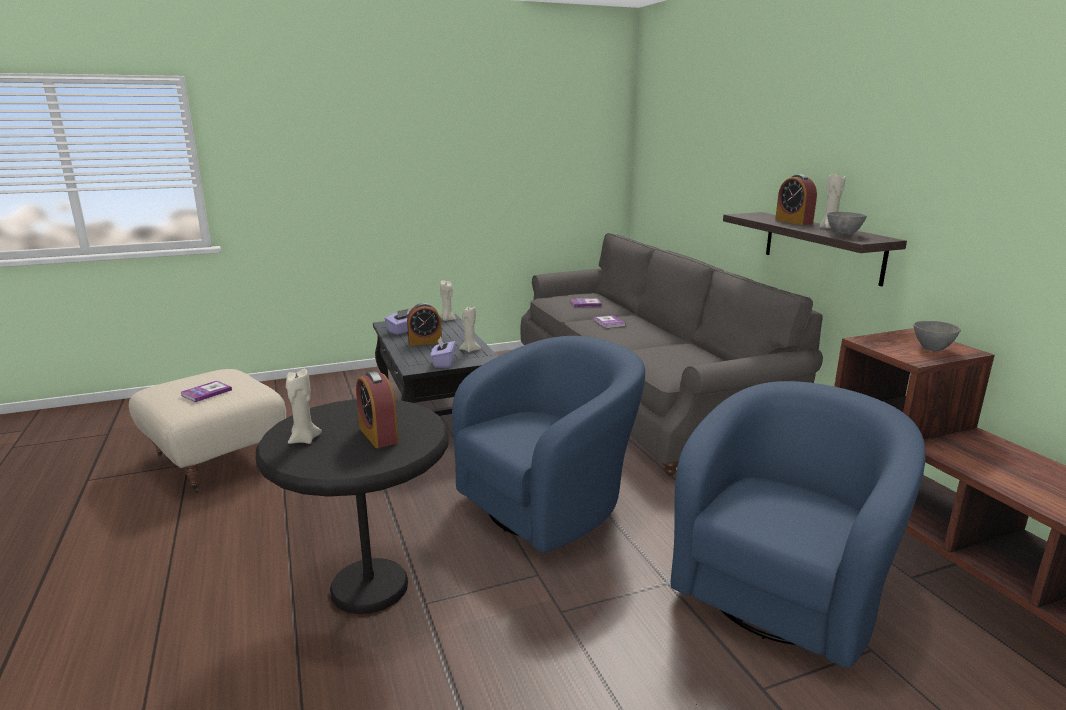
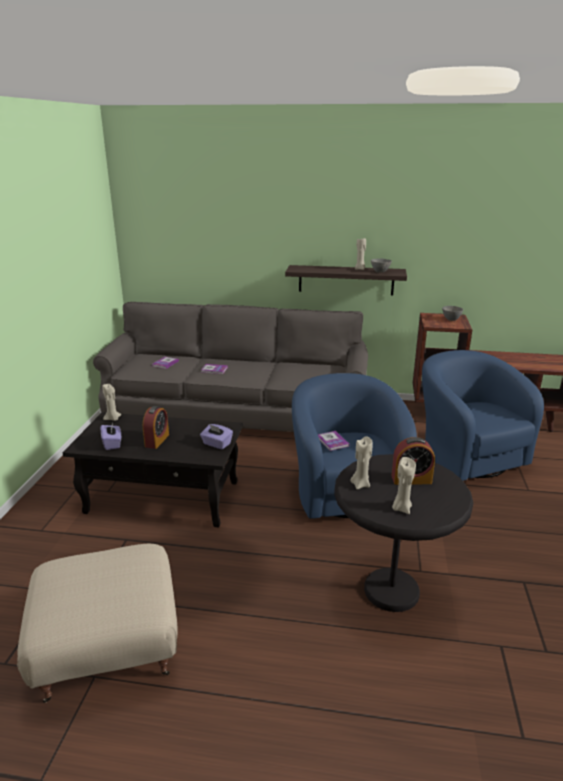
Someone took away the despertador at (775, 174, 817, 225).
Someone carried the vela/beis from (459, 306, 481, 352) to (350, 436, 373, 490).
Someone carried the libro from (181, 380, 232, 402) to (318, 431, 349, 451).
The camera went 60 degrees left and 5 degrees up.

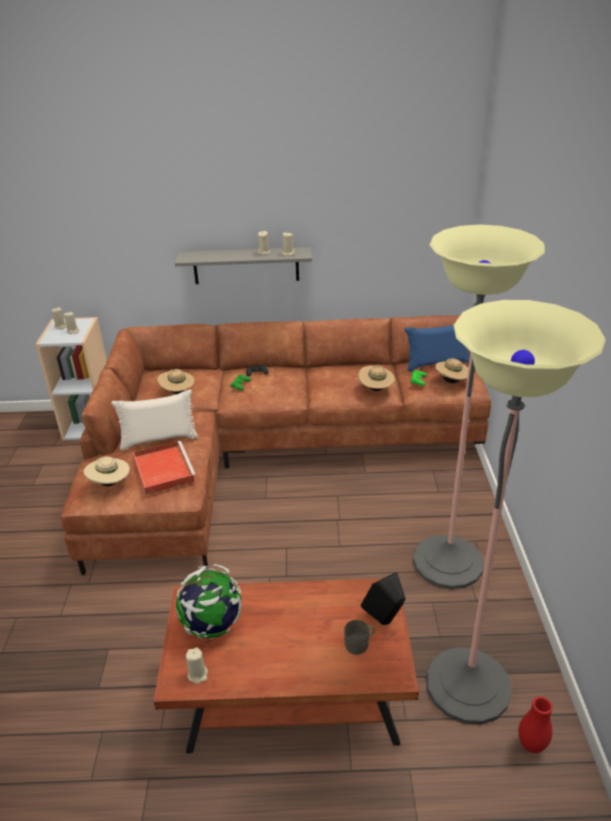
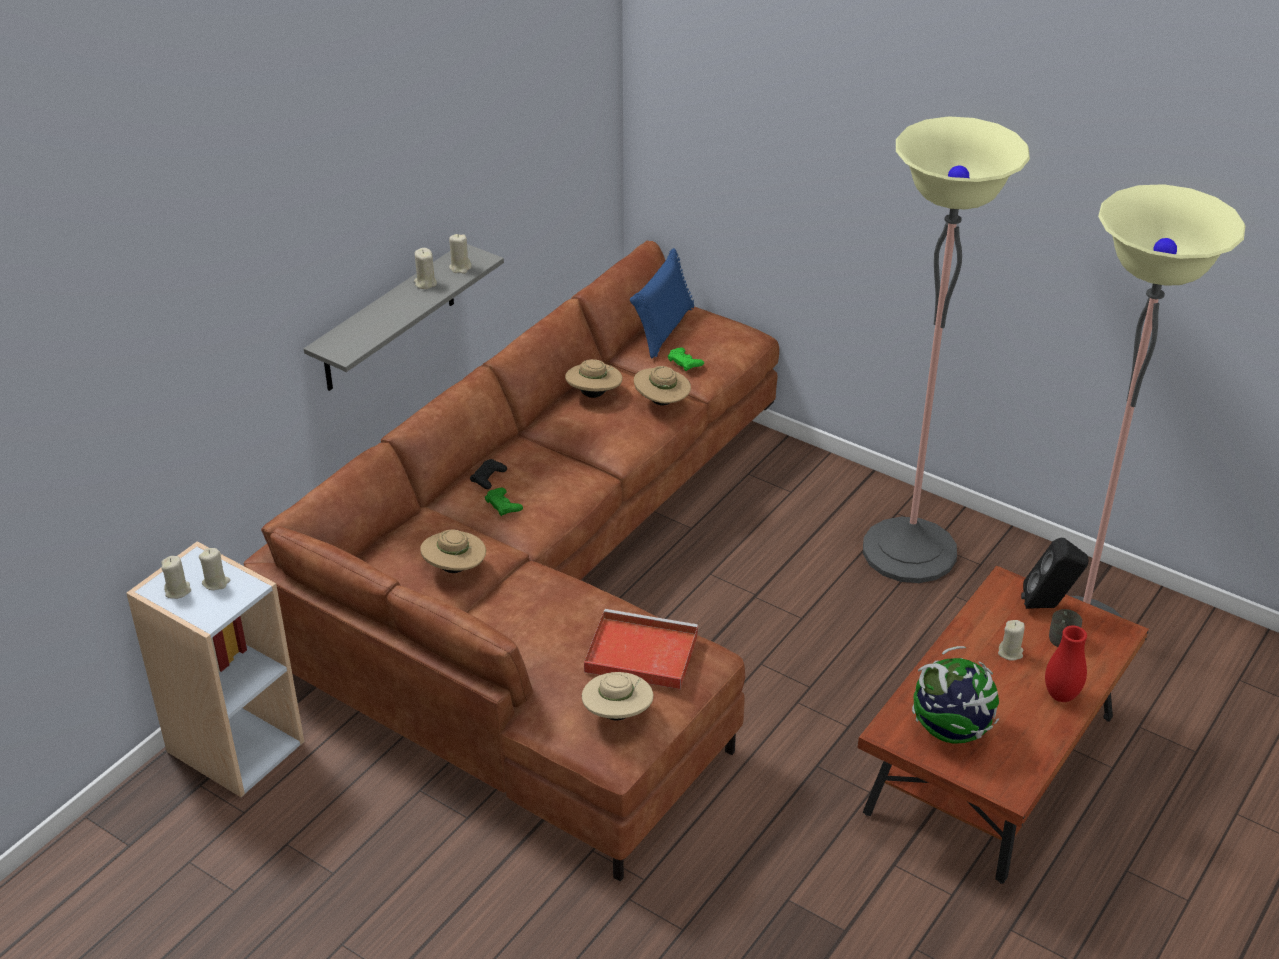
Someone carried the sombrero/beis from (435, 358, 468, 383) to (565, 359, 622, 398).
Someone took away the cojín/blanco at (111, 389, 198, 451).
Someone carried the vela/beis from (186, 647, 208, 684) to (998, 620, 1025, 661).
Someone carried the florero/rojo from (518, 697, 553, 753) to (1045, 625, 1087, 702).
The camera went 55 degrees left and 5 degrees up.

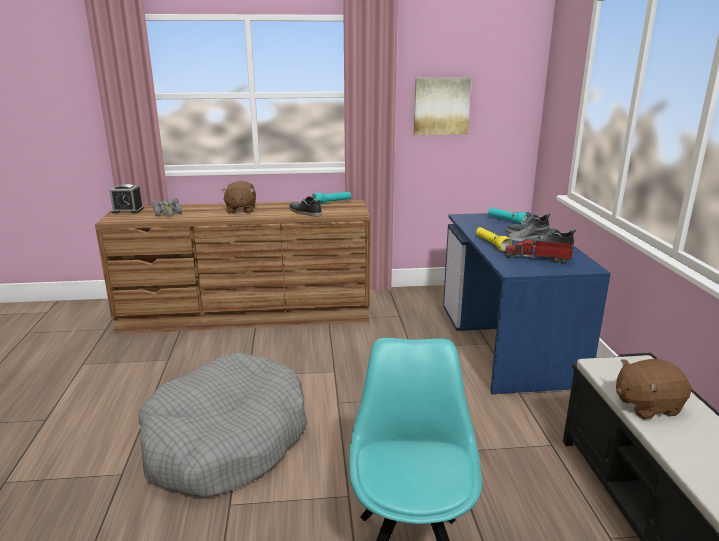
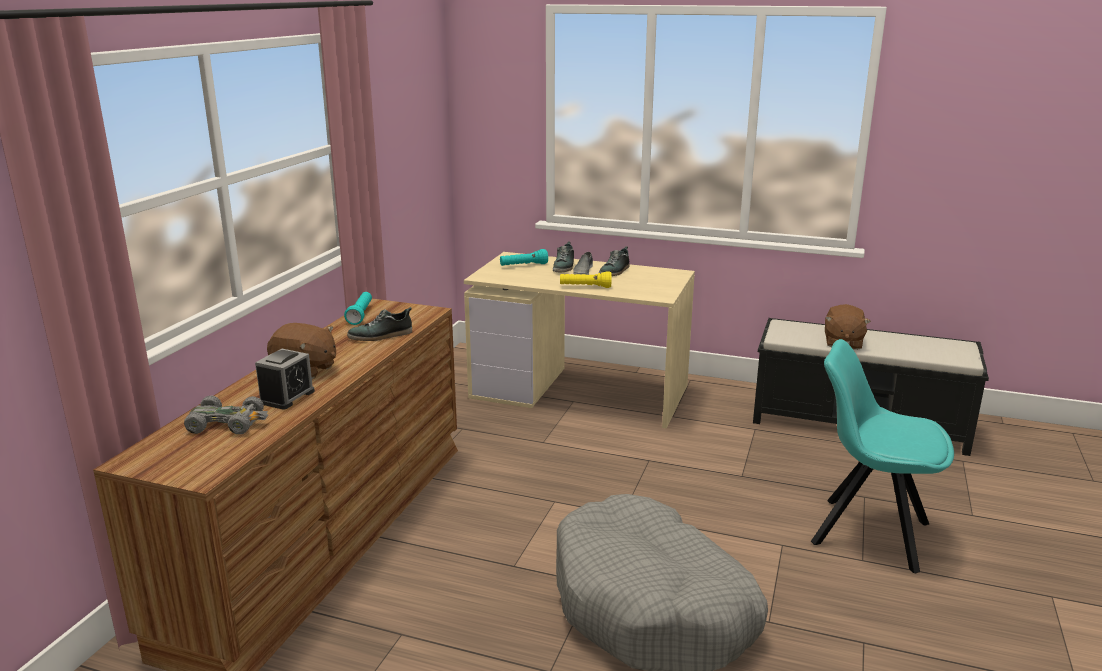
Someone took away the cuadro at (414, 77, 471, 135).
Someone carried the despertador from (110, 184, 144, 213) to (255, 349, 315, 410).
Someone repainted the escritorio/azul at (443, 212, 611, 395), which became the escritorio/beis at (464, 252, 695, 429).
Someone took away the camión de juguete at (505, 239, 573, 264).
The camera went 65 degrees left and 0 degrees up.

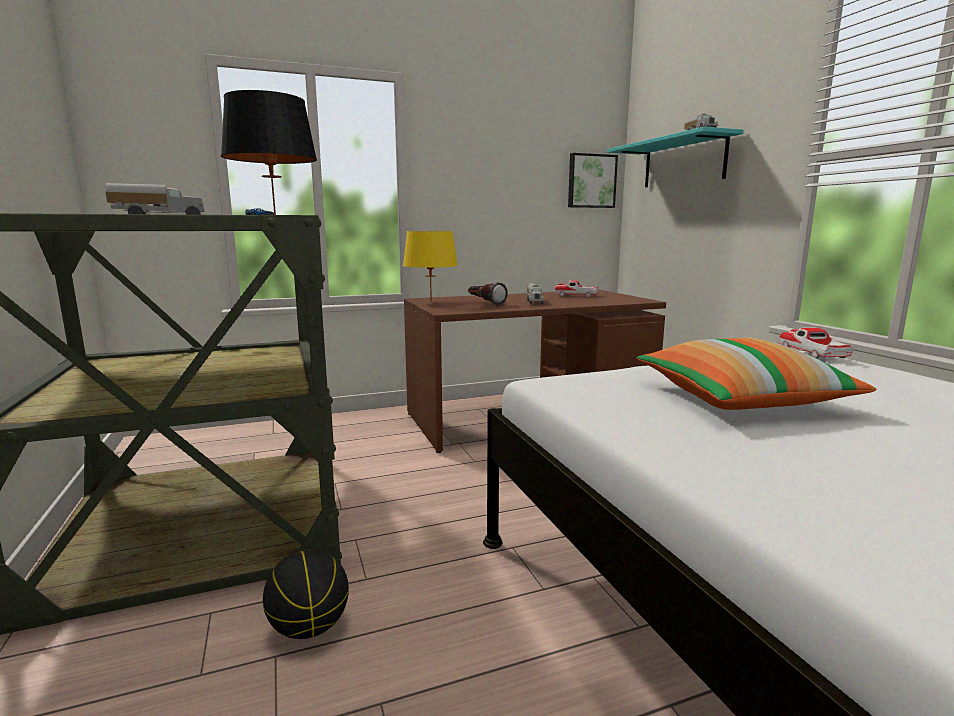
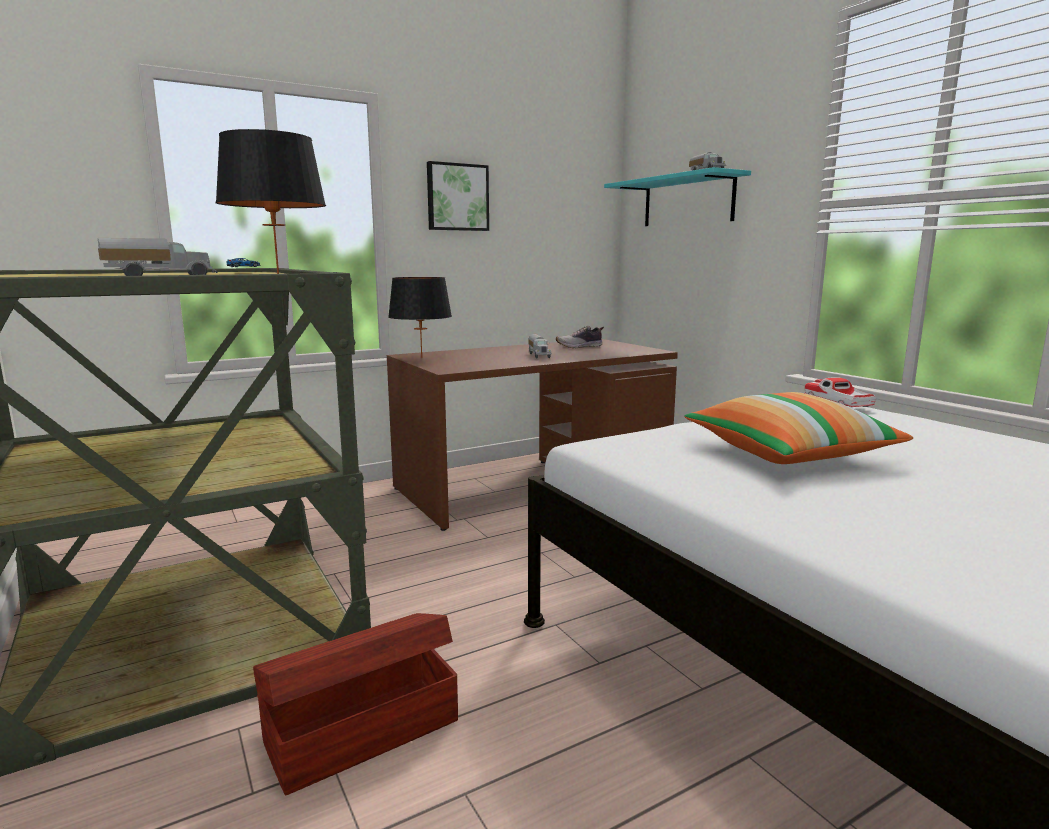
Someone carried the cuadro from (568, 153, 618, 208) to (427, 161, 489, 231).
Someone repainted the lámpara de mesa/amarillo at (403, 231, 458, 302), which became the lámpara de mesa/negro at (388, 277, 452, 358).
Someone swapped the coche de juguete at (555, 280, 599, 298) for the zapato at (556, 326, 604, 348).
Someone took away the linterna at (468, 282, 508, 305).
Someone swapped the balón de baloncesto at (263, 550, 349, 639) for the caja de almacenaje/marrón at (253, 613, 458, 796).
The camera went 10 degrees left and 0 degrees up.

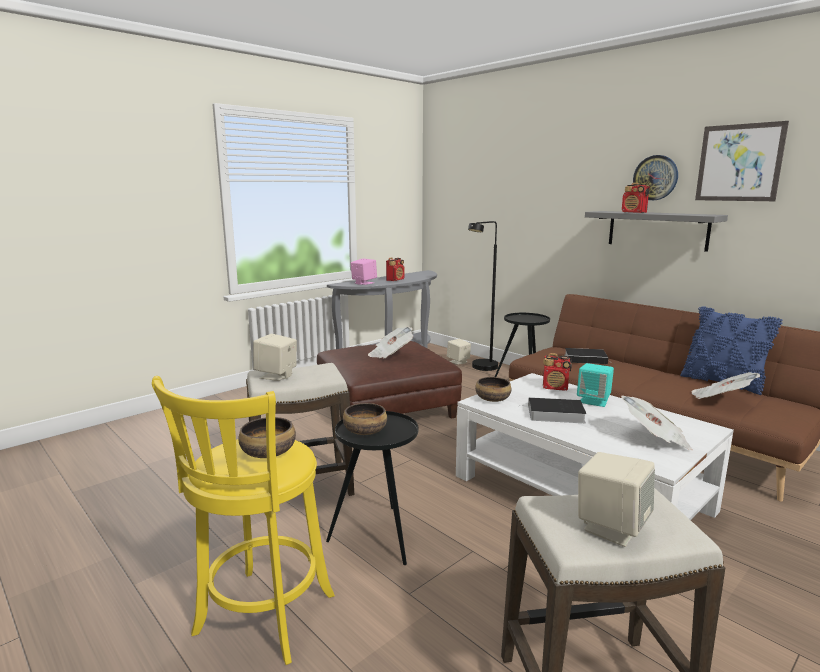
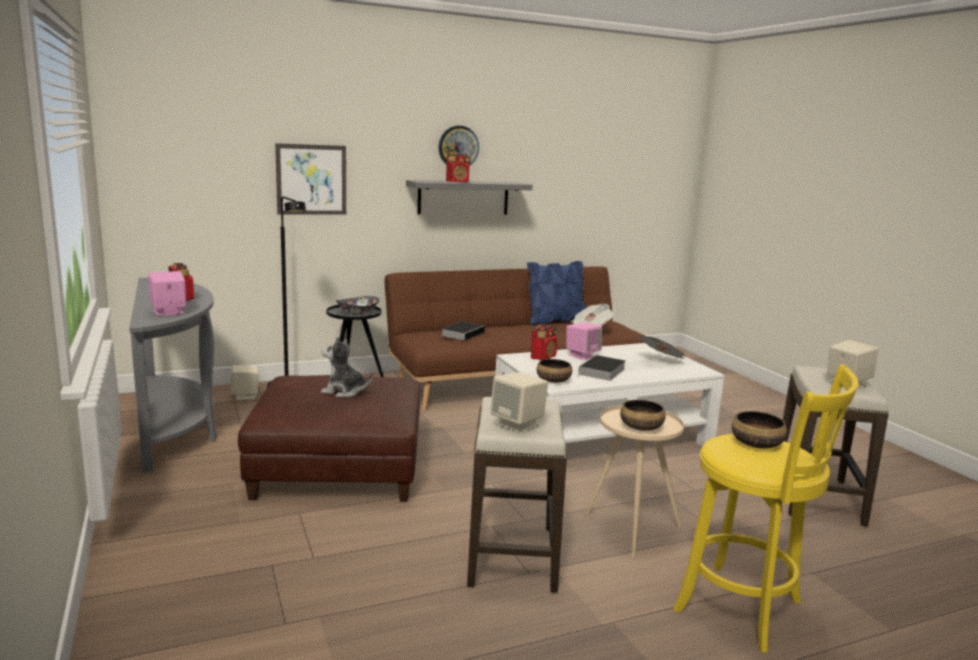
Someone carried the cuadro from (695, 121, 789, 201) to (275, 143, 346, 215).
Someone swapped the periódico at (368, 327, 413, 358) for the peluche at (321, 337, 373, 398).
Someone repainted the altavoz/turquesa at (577, 363, 614, 407), which became the altavoz/rosa at (566, 323, 602, 360).
Someone repainted the mesa auxiliar/negro at (326, 411, 418, 565), which became the mesa auxiliar/beis at (586, 405, 684, 558).
Someone put down the cuenco at (336, 296, 379, 315).
The camera went 70 degrees left and 0 degrees up.

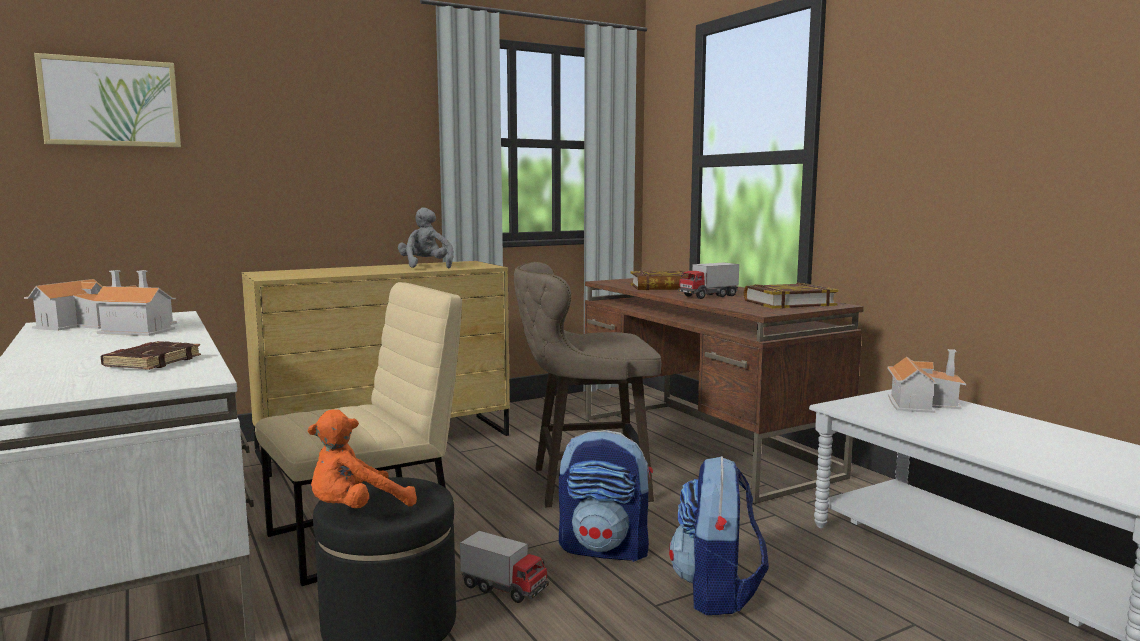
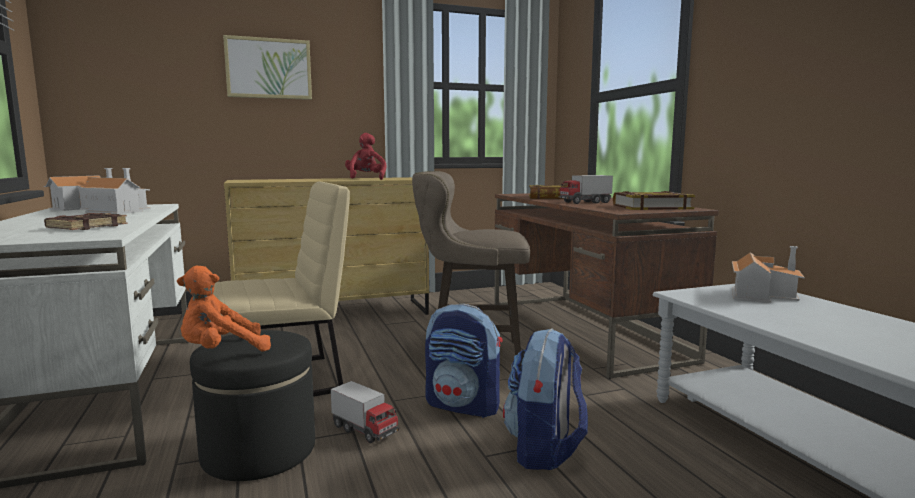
Someone carried the cuadro from (34, 53, 181, 148) to (223, 35, 312, 100).
Someone repainted the peluche/gris at (398, 207, 454, 268), which became the peluche/rojo at (345, 133, 386, 180).
The camera went 10 degrees right and 0 degrees up.

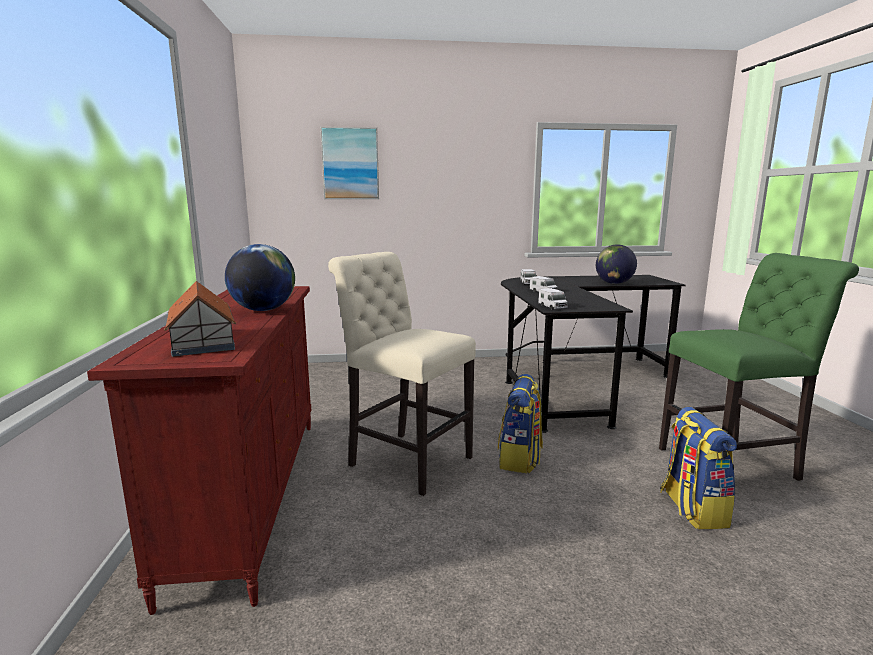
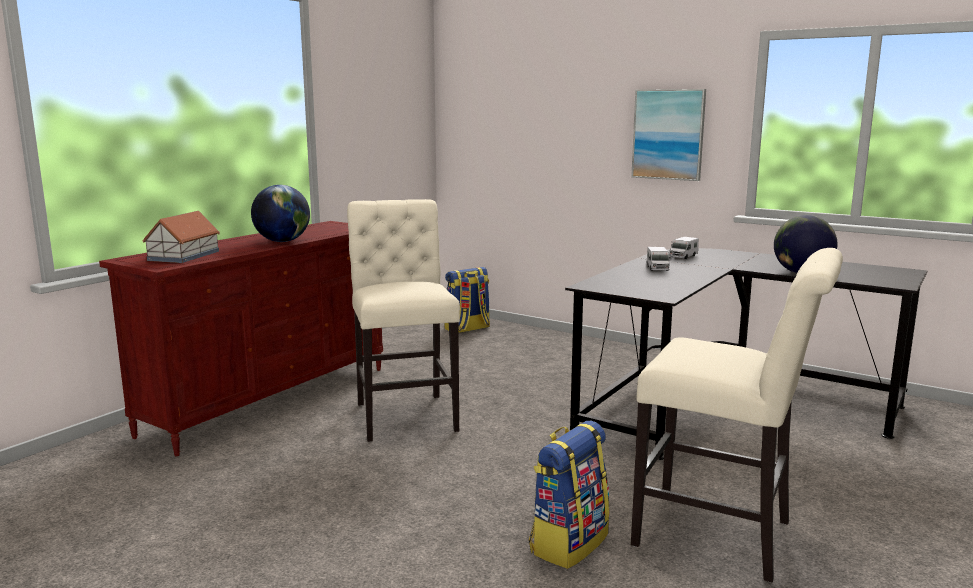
Someone carried the cuadro from (320, 127, 379, 199) to (631, 89, 706, 181).
Someone repainted the taburete/verde at (659, 253, 859, 481), which became the taburete/beis at (631, 248, 843, 583).
Someone took away the camión de juguete at (538, 288, 568, 309).
Someone carried the mochila from (498, 374, 543, 473) to (444, 267, 490, 333).
The camera went 40 degrees right and 0 degrees up.

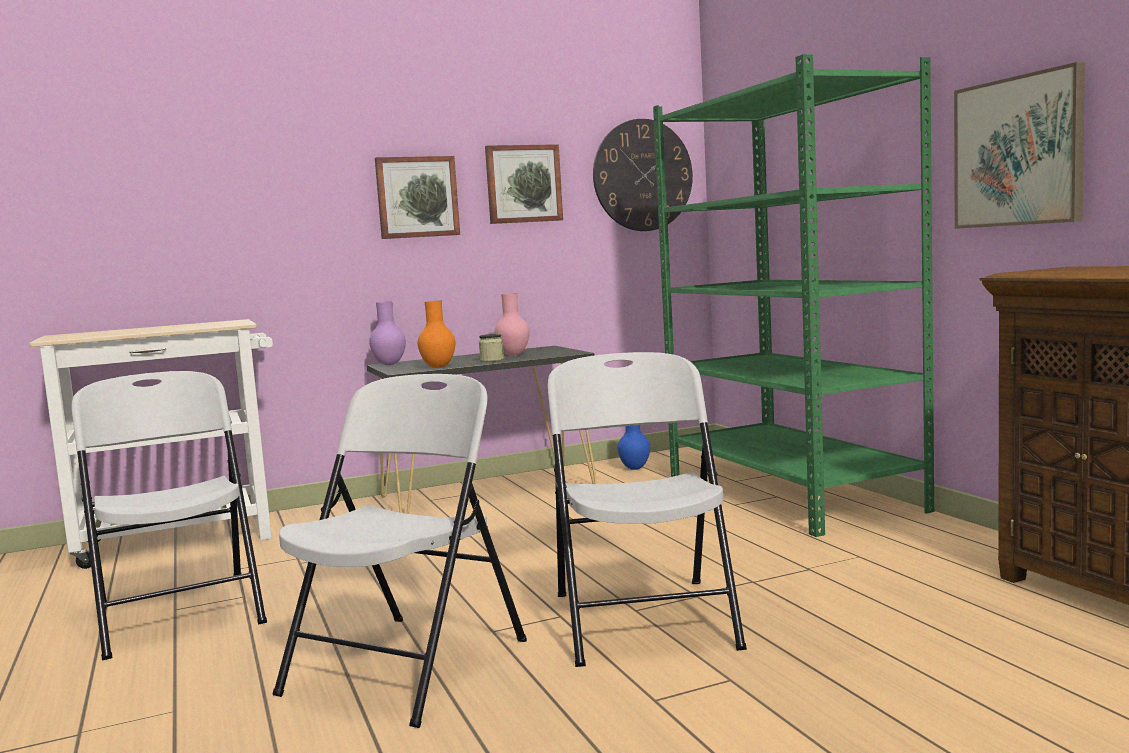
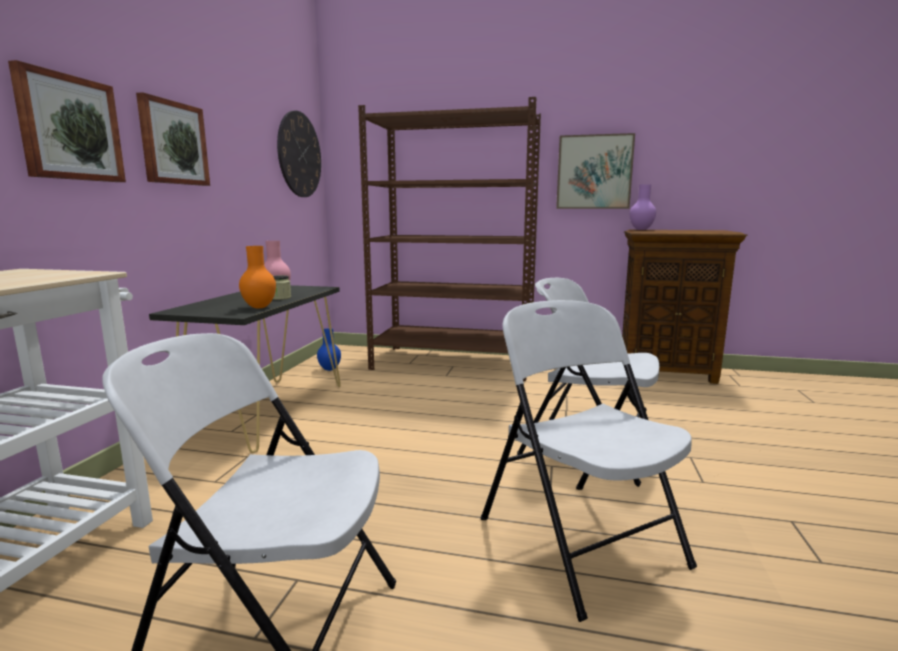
Someone repainted the estantería/verde at (653, 54, 934, 537), which became the estantería/marrón at (358, 97, 541, 381).
Someone carried the cuadro from (485, 144, 563, 224) to (8, 60, 126, 182).
Someone carried the florero/morado from (369, 301, 406, 365) to (630, 184, 656, 230).
The camera went 55 degrees left and 5 degrees up.

